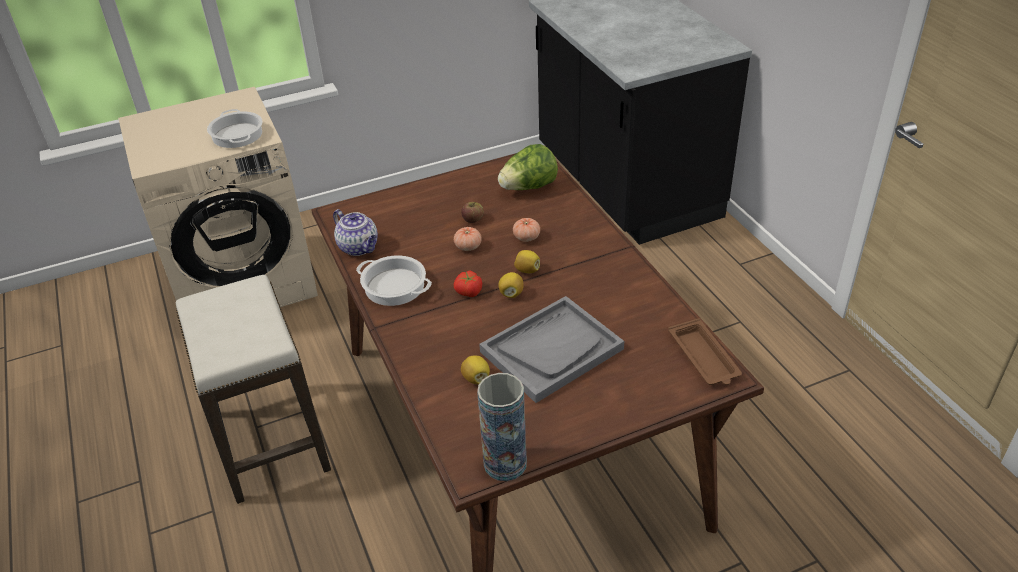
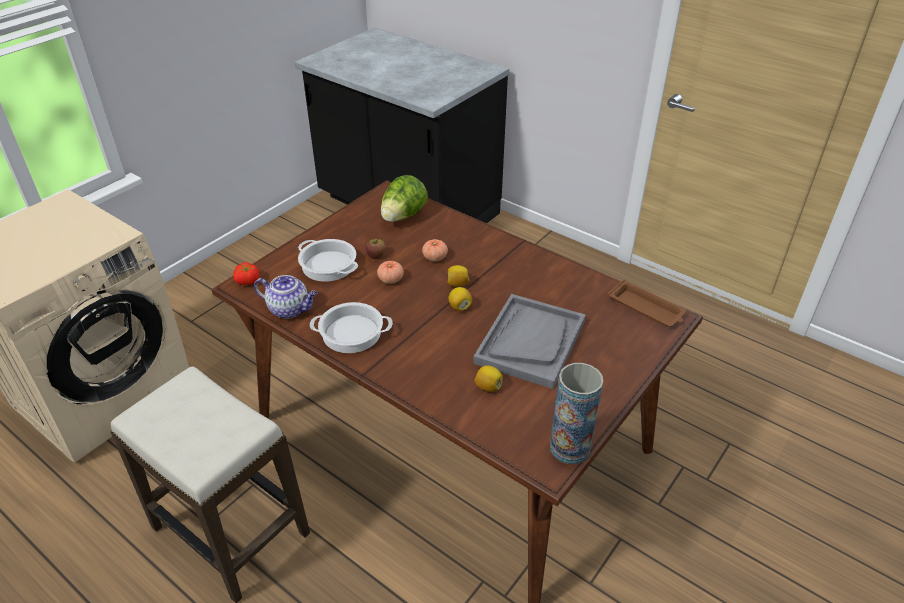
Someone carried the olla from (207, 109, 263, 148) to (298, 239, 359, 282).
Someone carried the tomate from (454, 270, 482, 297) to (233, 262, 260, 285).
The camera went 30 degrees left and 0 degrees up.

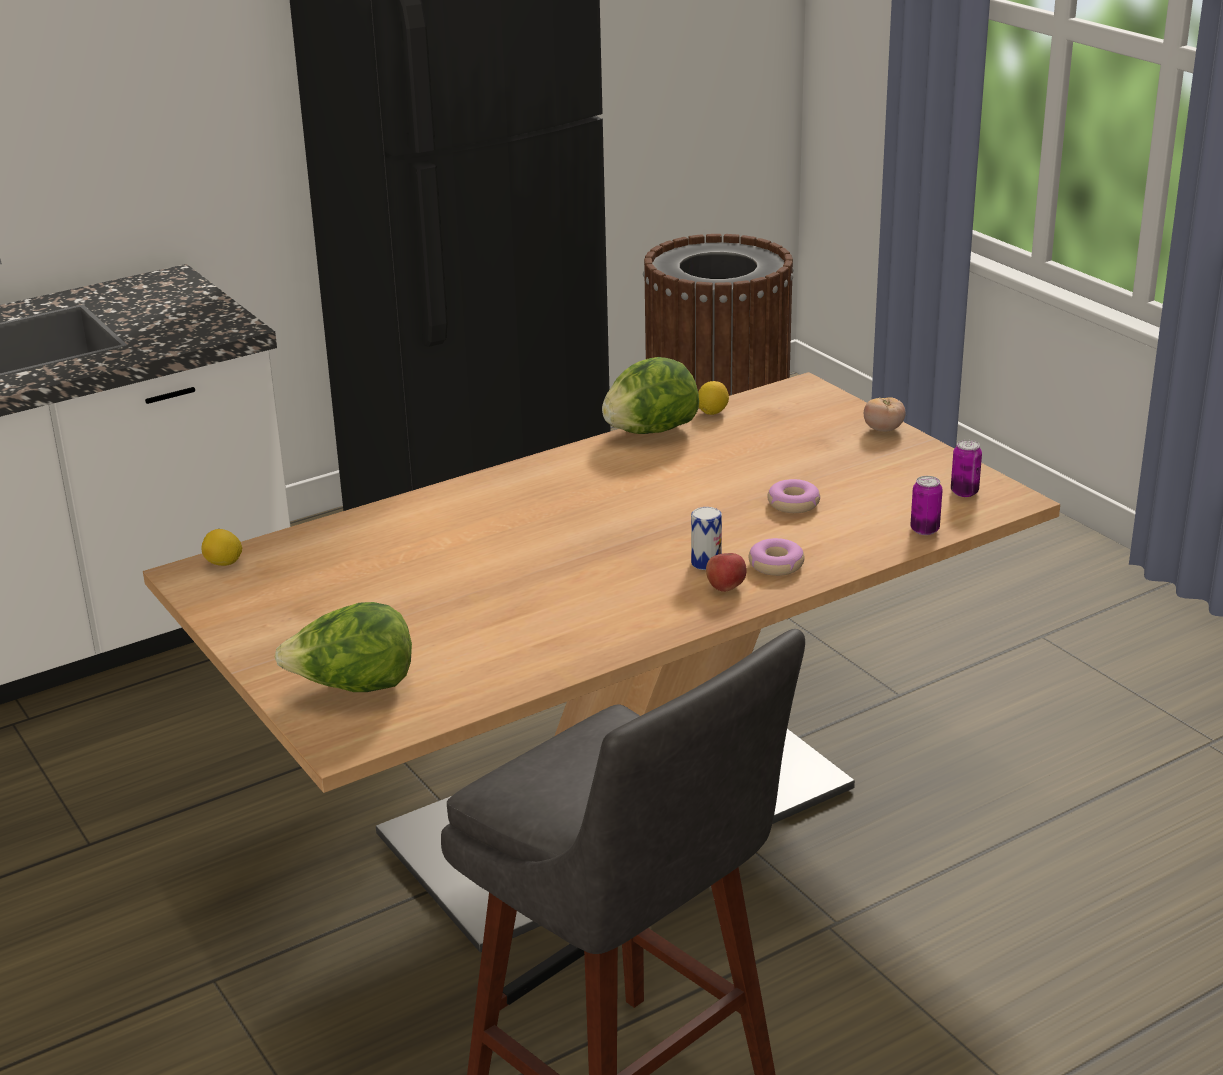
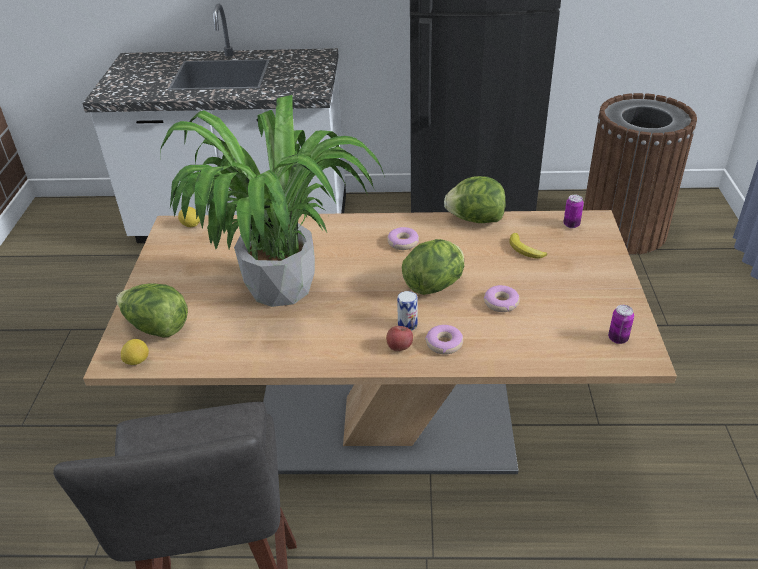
Someone carried the limón from (698, 381, 729, 415) to (121, 339, 149, 365).
Someone took away the tomate at (864, 397, 906, 432).
Someone carried the lata from (910, 476, 943, 535) to (563, 195, 584, 228).
Someone put down the planta en maceta at (160, 95, 385, 307).
Someone put down the rosquilla at (387, 227, 419, 250).
Someone put down the plátano at (509, 233, 547, 258).
Someone put down the lechuga at (402, 239, 465, 295).
The camera went 35 degrees right and 10 degrees up.

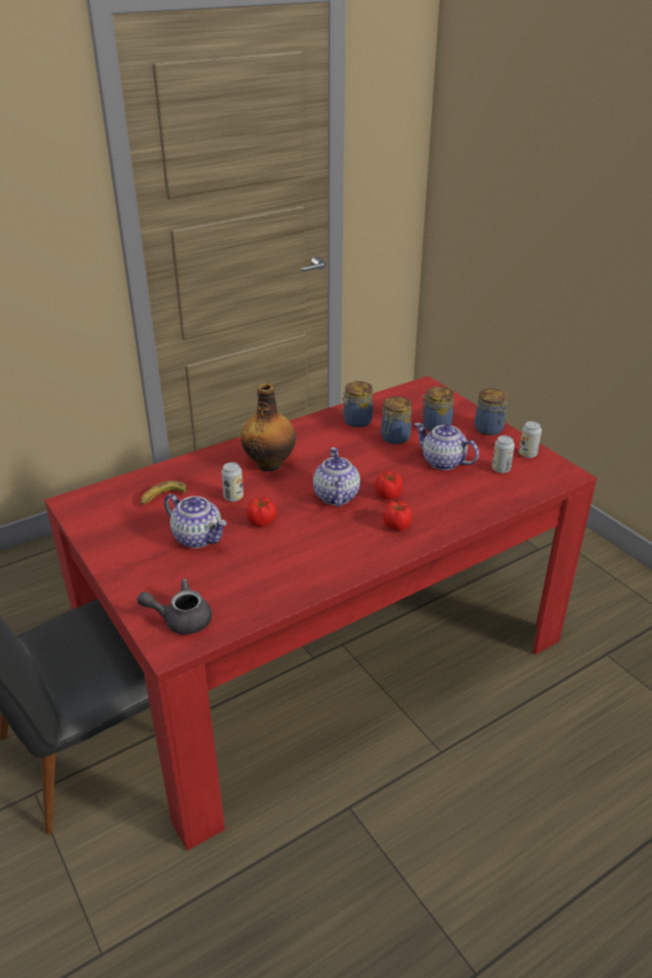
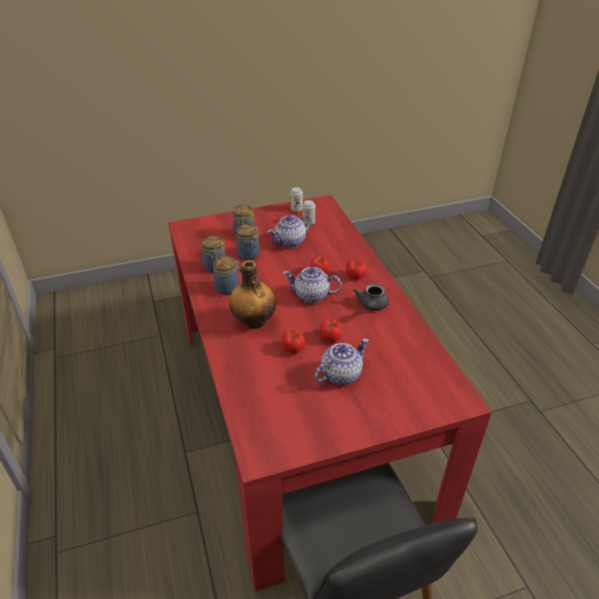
Someone carried the tarro from (475, 388, 508, 436) to (213, 256, 241, 295).
Someone swapped the lata at (221, 462, 244, 502) for the tomate at (282, 330, 305, 354).
Someone took away the plátano at (141, 481, 187, 505).
Someone carried the tetera/gris from (137, 579, 212, 635) to (353, 284, 389, 311).
The camera went 75 degrees left and 5 degrees up.

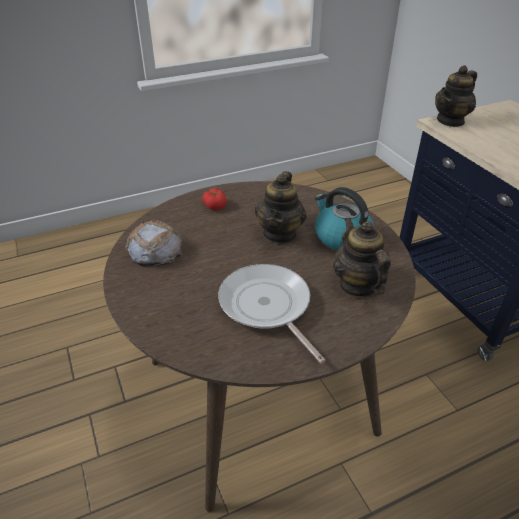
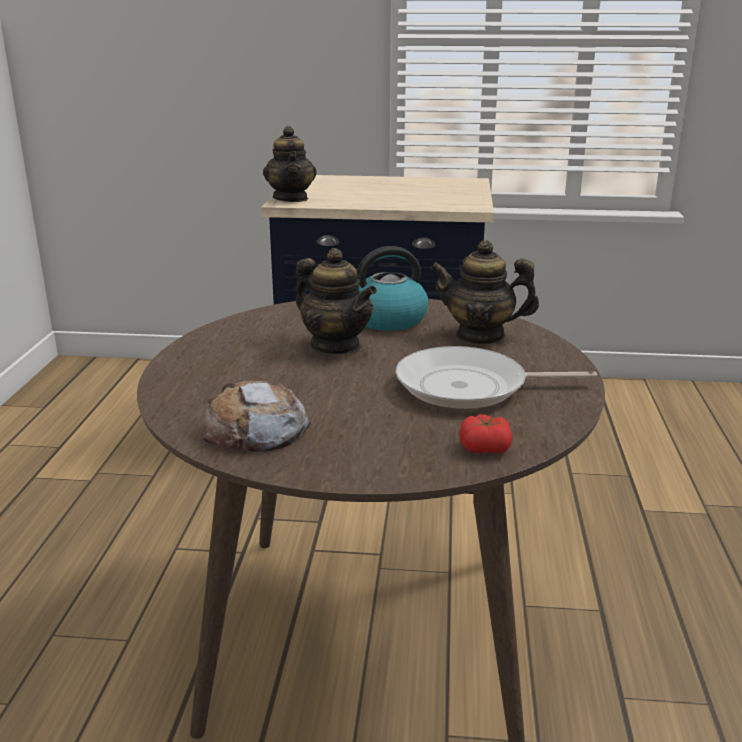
Someone carried the tomate from (202, 188, 227, 210) to (459, 414, 512, 454).
The camera went 60 degrees left and 15 degrees down.

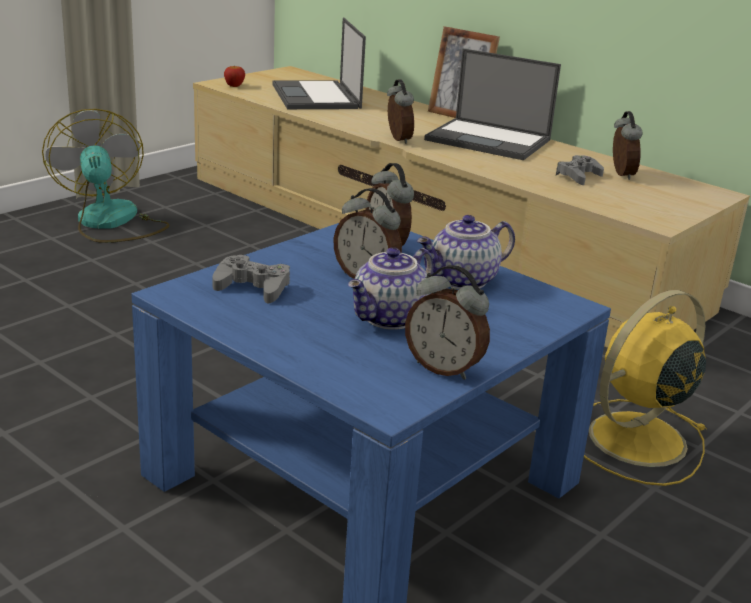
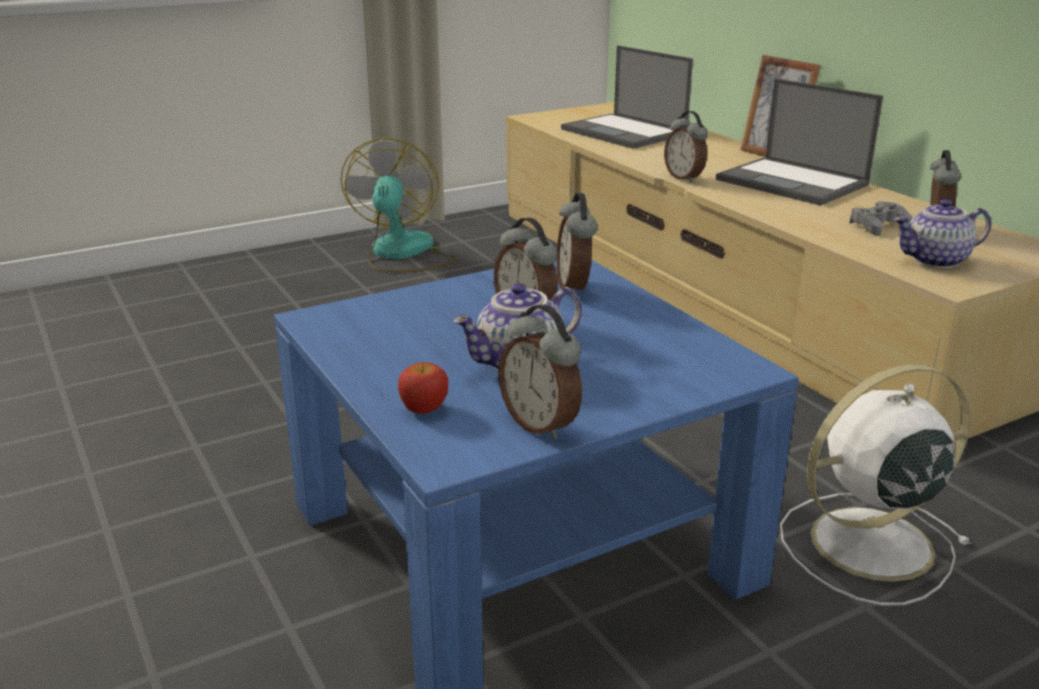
Someone rotated the portátil at (272, 18, 366, 109) by 45 degrees counterclockwise.
Someone carried the manzana from (224, 65, 245, 87) to (398, 362, 448, 414).
Someone rotated the despertador at (387, 79, 414, 144) by 150 degrees clockwise.
Someone carried the tetera from (416, 215, 515, 289) to (894, 199, 991, 268).
Someone took away the mando de consola/gris at (212, 255, 290, 304).
Someone repainted the ventilador/amarillo at (584, 290, 707, 486), which became the ventilador/blanco at (780, 364, 971, 605).
The camera went 20 degrees right and 0 degrees up.

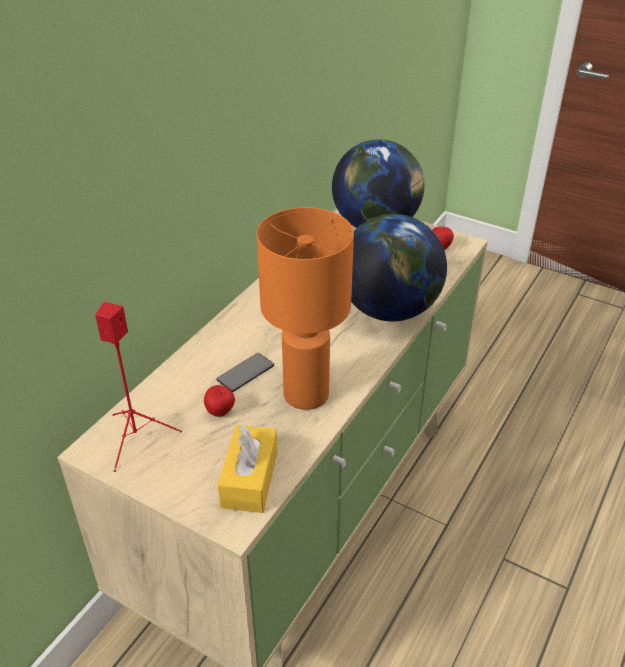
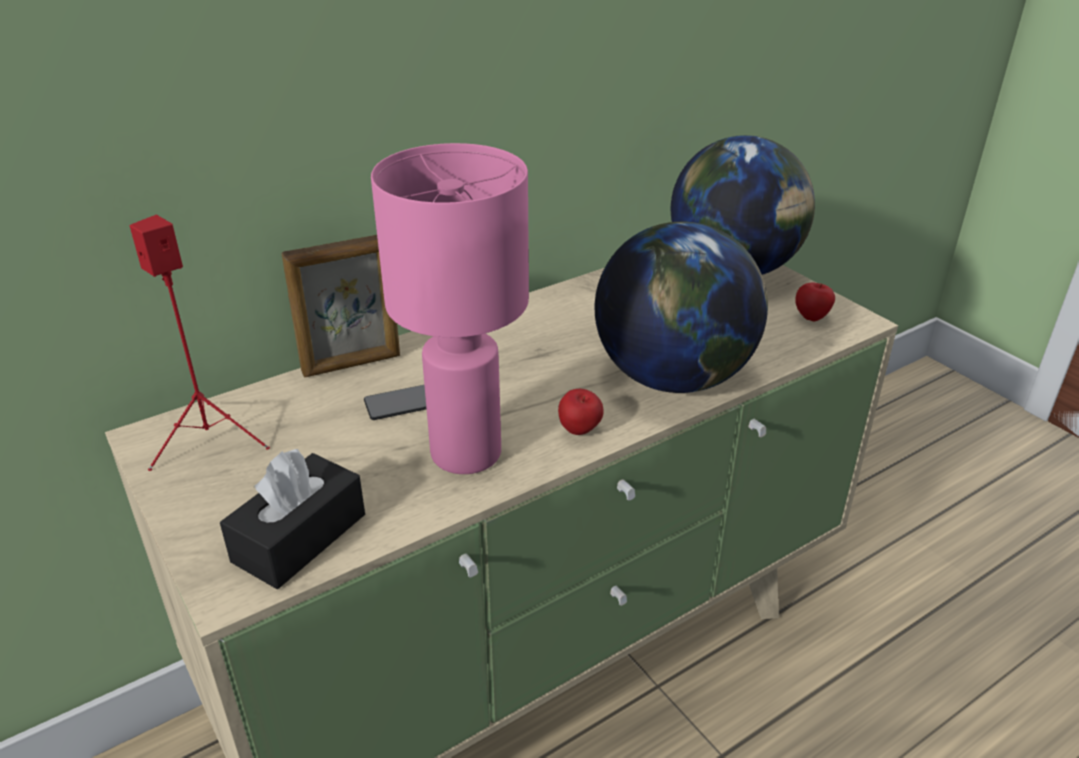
Someone repainted the lámpara de mesa/naranja at (257, 207, 354, 410), which became the lámpara de mesa/rosa at (371, 143, 529, 474).
Someone carried the manzana from (204, 385, 235, 417) to (558, 389, 603, 435).
Someone repainted the caja de pañuelos/amarillo at (218, 425, 278, 513), which became the caja de pañuelos/negro at (220, 449, 365, 589).
Someone put down the portarretratos at (282, 235, 400, 377).
The camera went 25 degrees right and 5 degrees down.

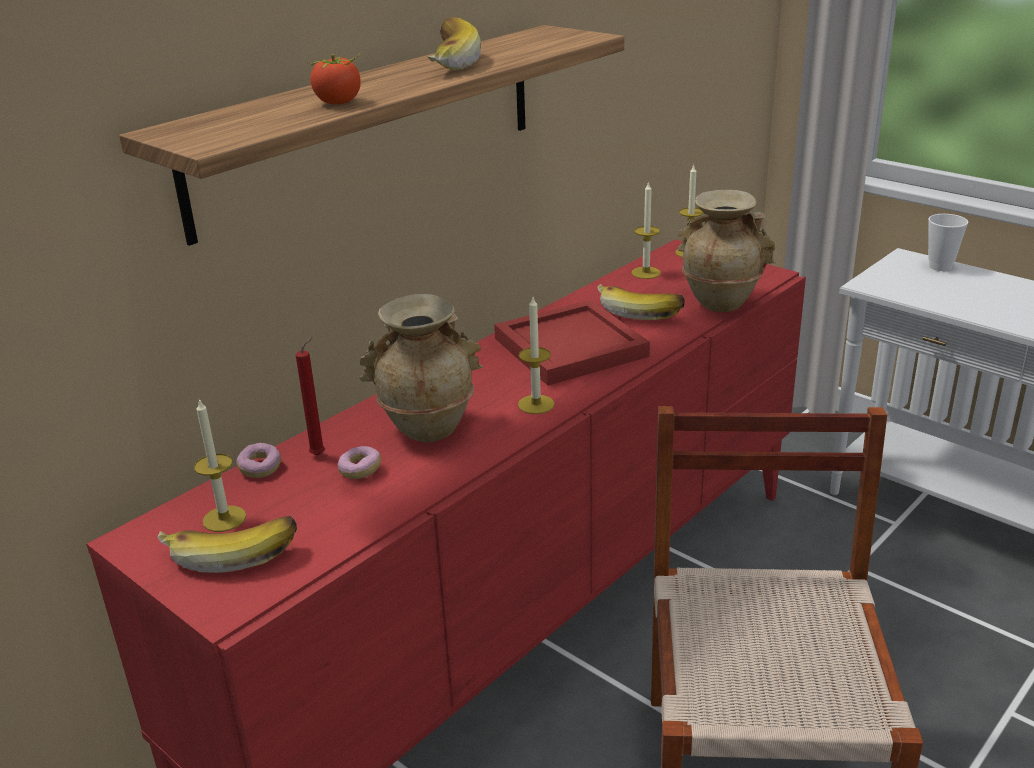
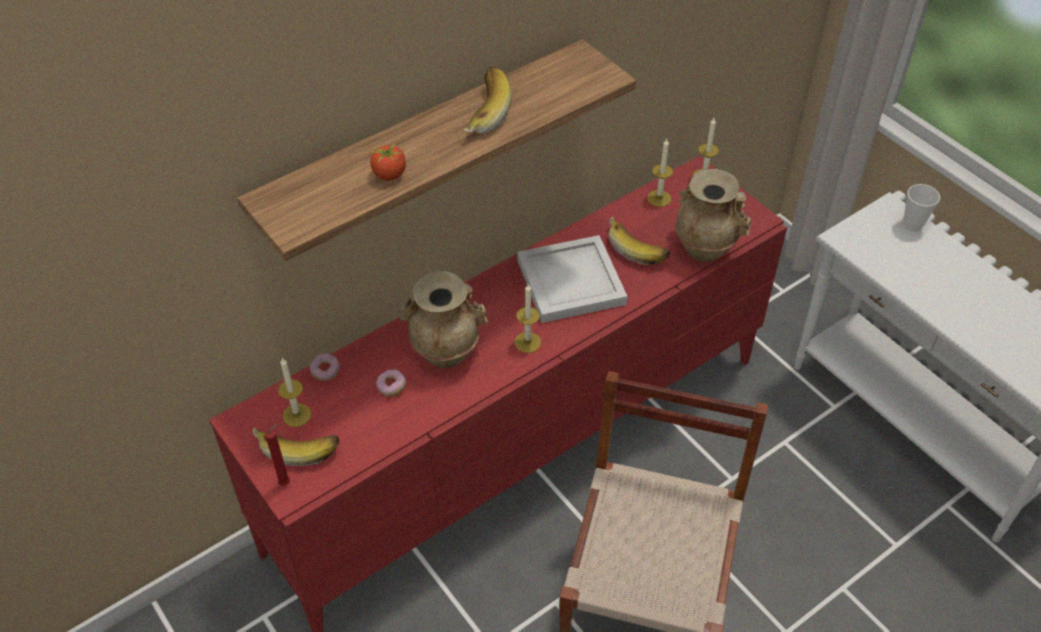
Someone repainted the bandeja/rojo at (494, 300, 650, 386), which became the bandeja/blanco at (517, 235, 627, 323).
Someone carried the vela/rojo from (296, 337, 325, 456) to (265, 423, 290, 486).
The camera went 10 degrees right and 20 degrees up.

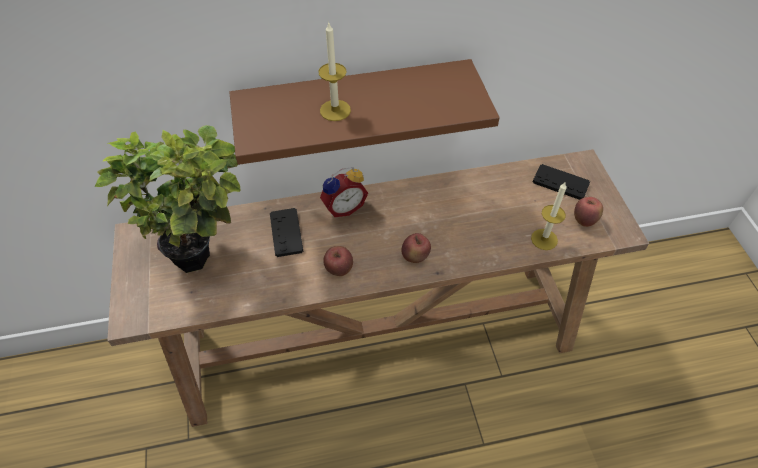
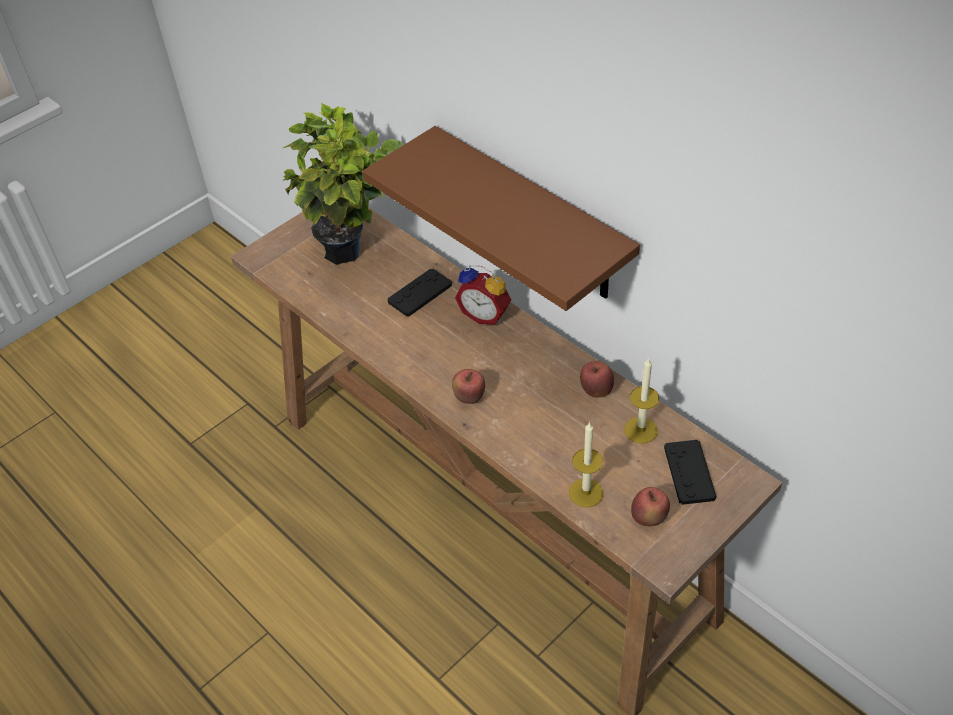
Someone carried the vela from (318, 23, 351, 121) to (625, 358, 659, 443).
Someone carried the manzana from (323, 246, 353, 276) to (580, 361, 614, 398).
The camera went 60 degrees right and 5 degrees down.

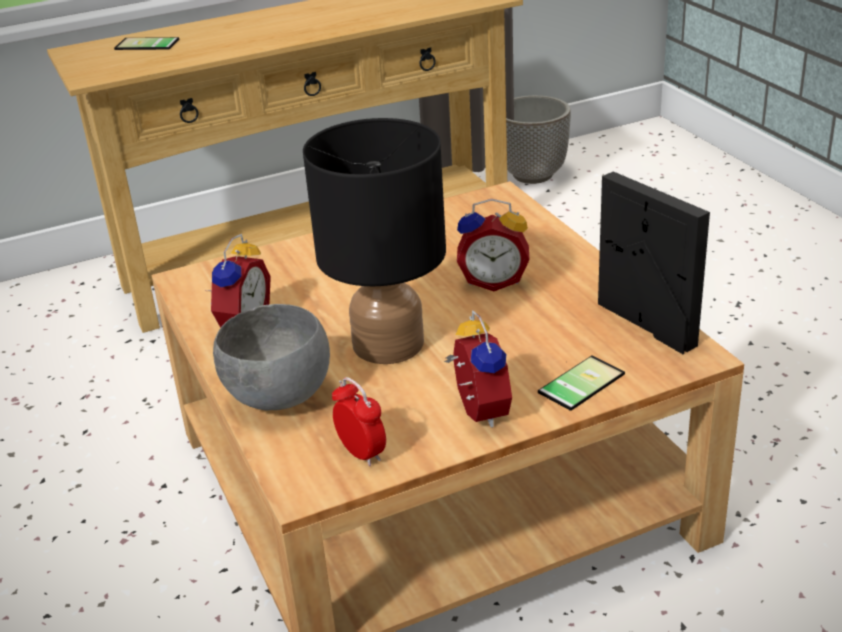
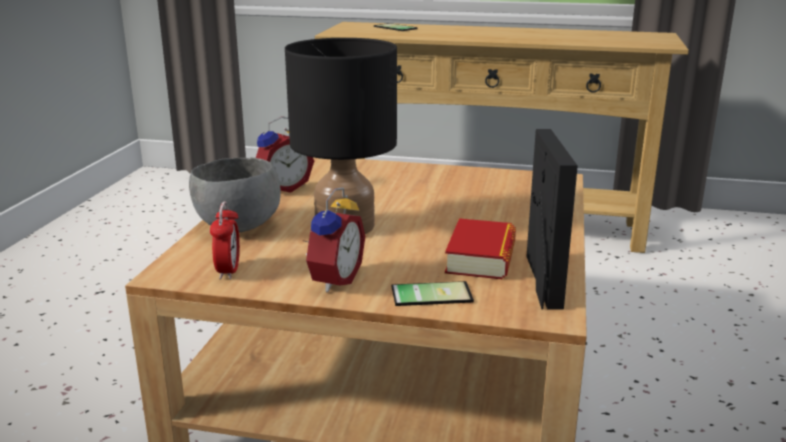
Someone took away the maceta at (506, 95, 571, 184).
Someone took away the despertador at (457, 199, 529, 291).
Someone put down the libro at (445, 218, 516, 279).
The camera went 35 degrees right and 10 degrees down.

